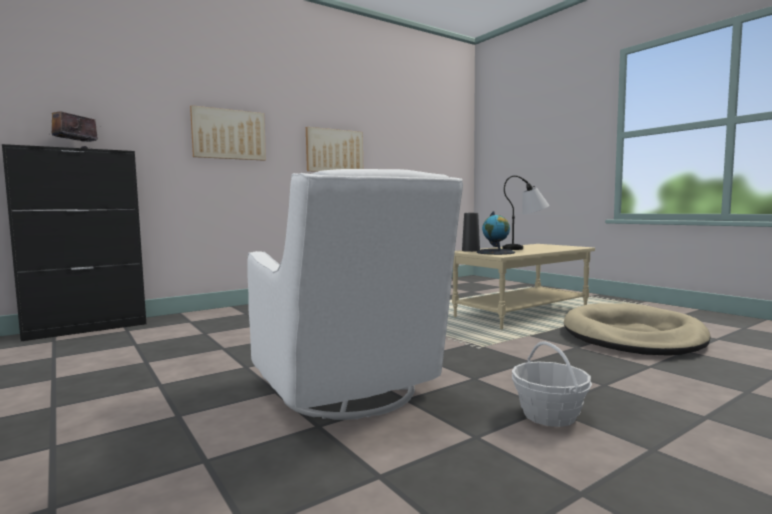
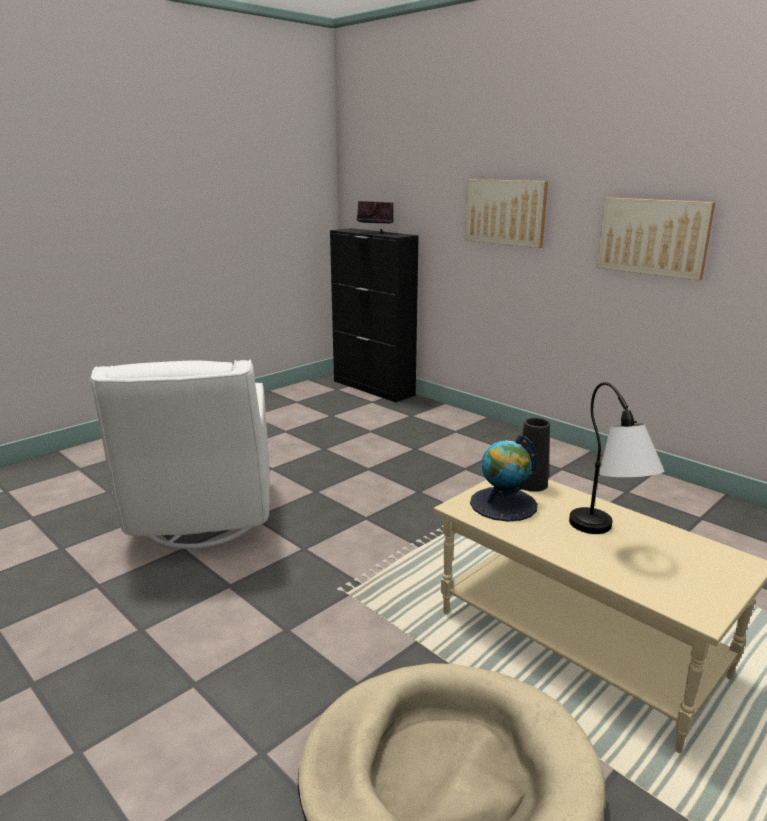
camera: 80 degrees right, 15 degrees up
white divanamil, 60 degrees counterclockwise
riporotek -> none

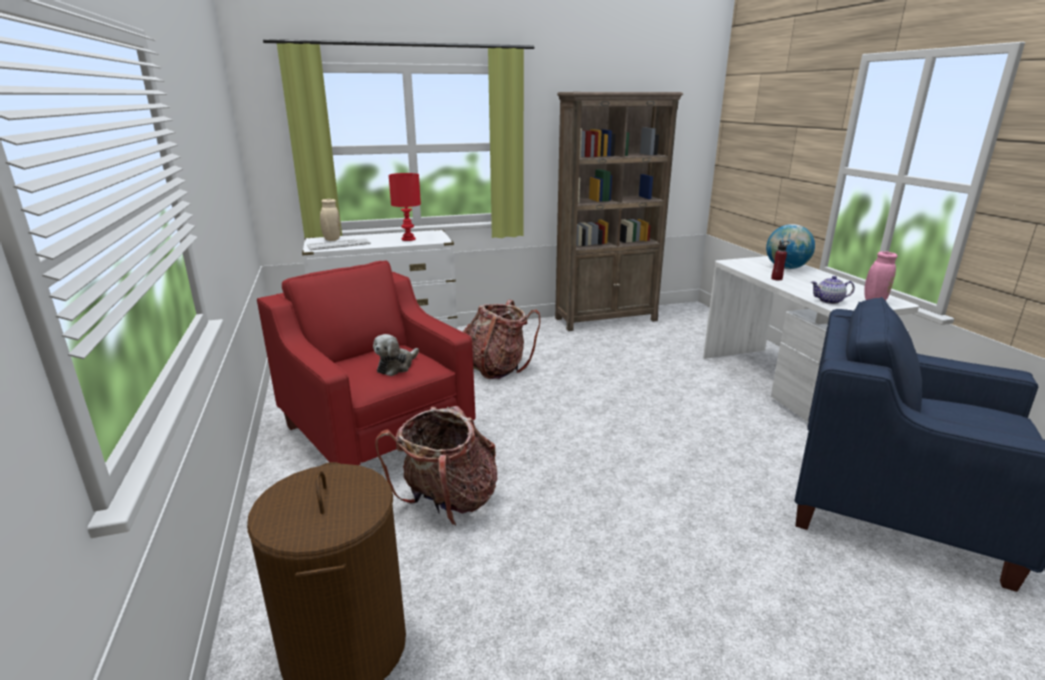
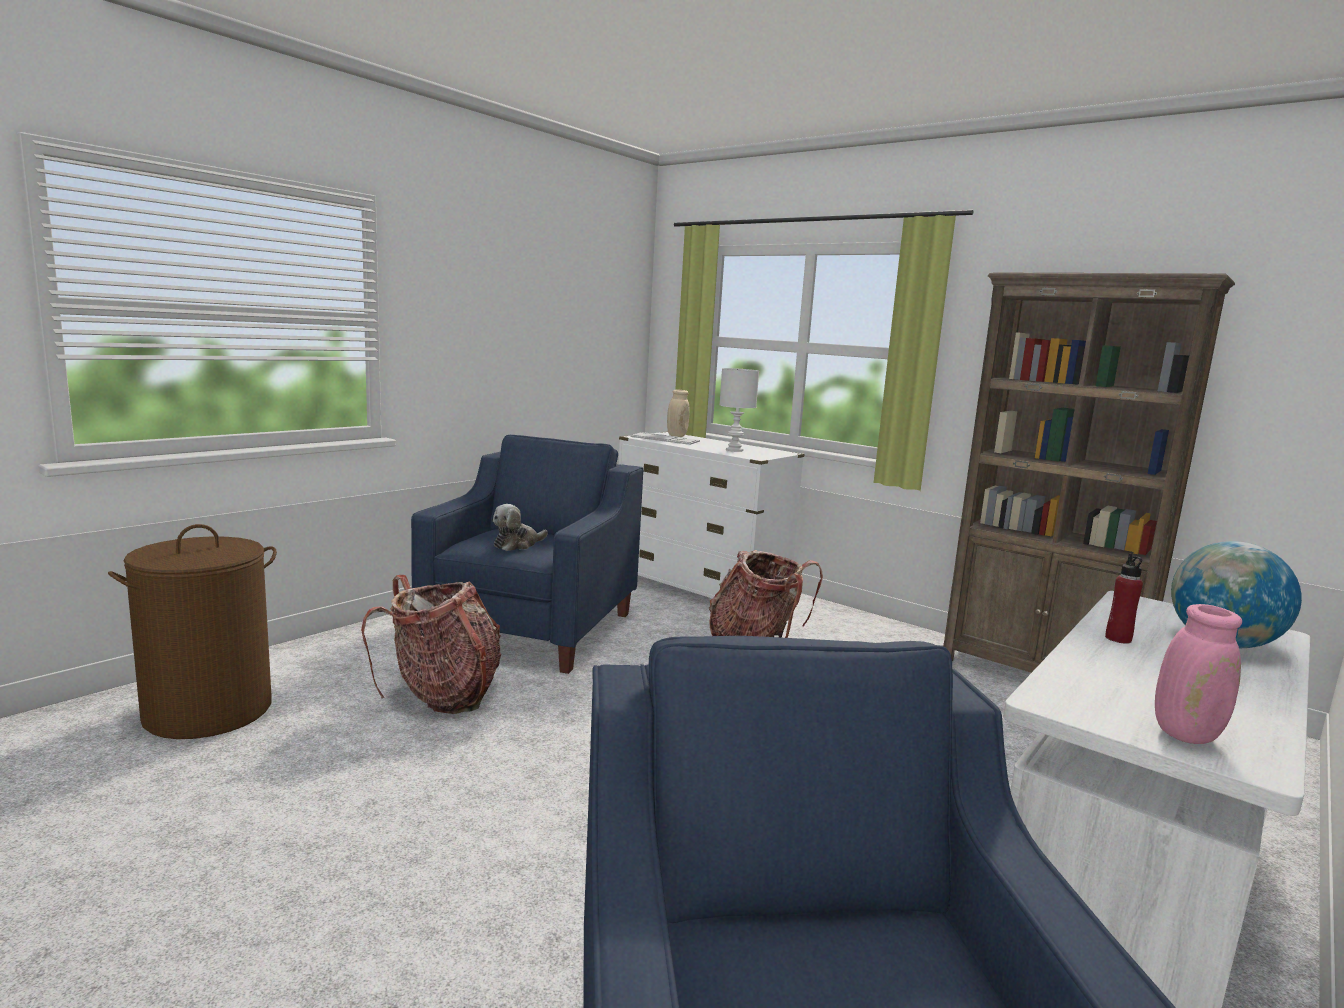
camera: 55 degrees right, 10 degrees down
red divanamil -> blue divanamil (1st from left)
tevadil, 45 degrees counterclockwise
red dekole -> white dekole
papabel -> none

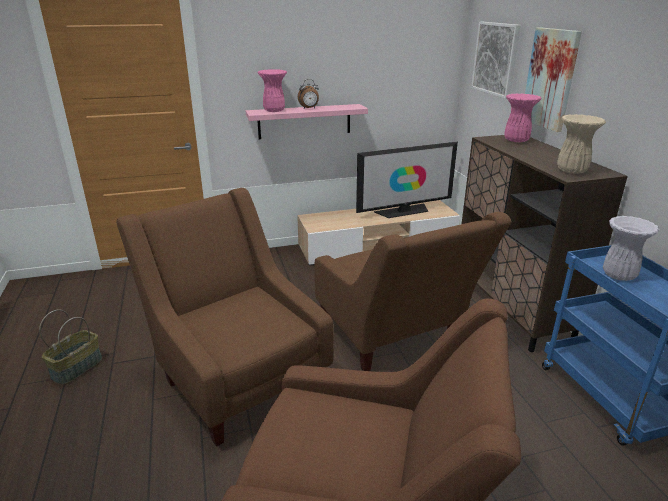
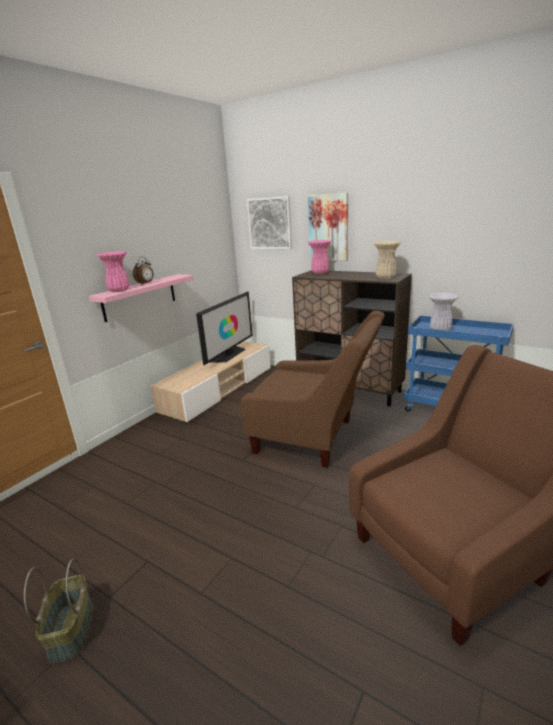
camera: 40 degrees left, 5 degrees down
brown divanamil (1st from left) -> none

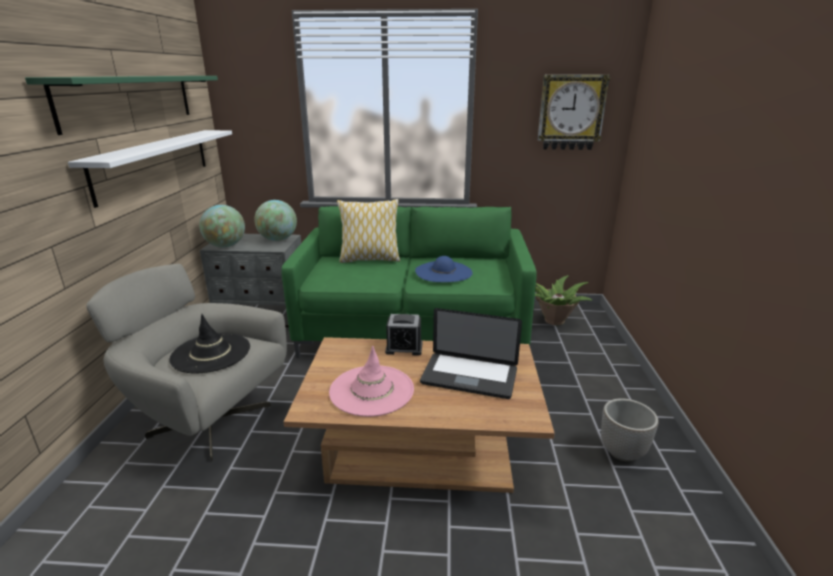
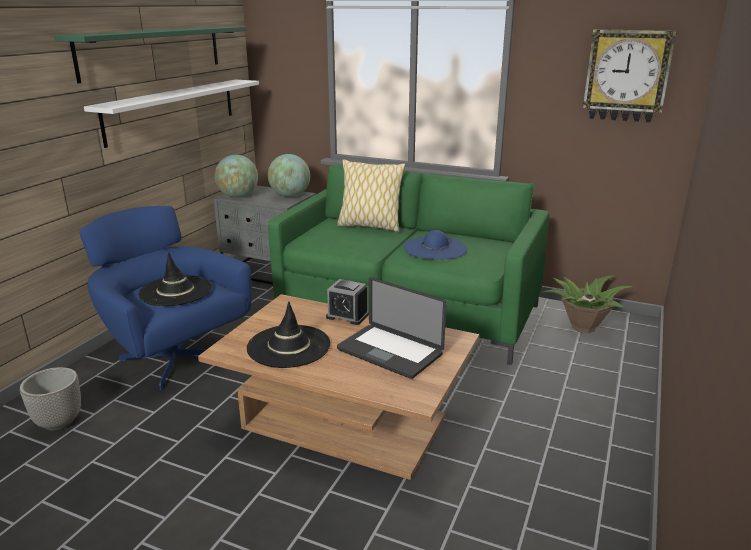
camera: 20 degrees right, 0 degrees up
grey divanamil -> blue divanamil
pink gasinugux -> black gasinugux (2nd from left)
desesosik, moved

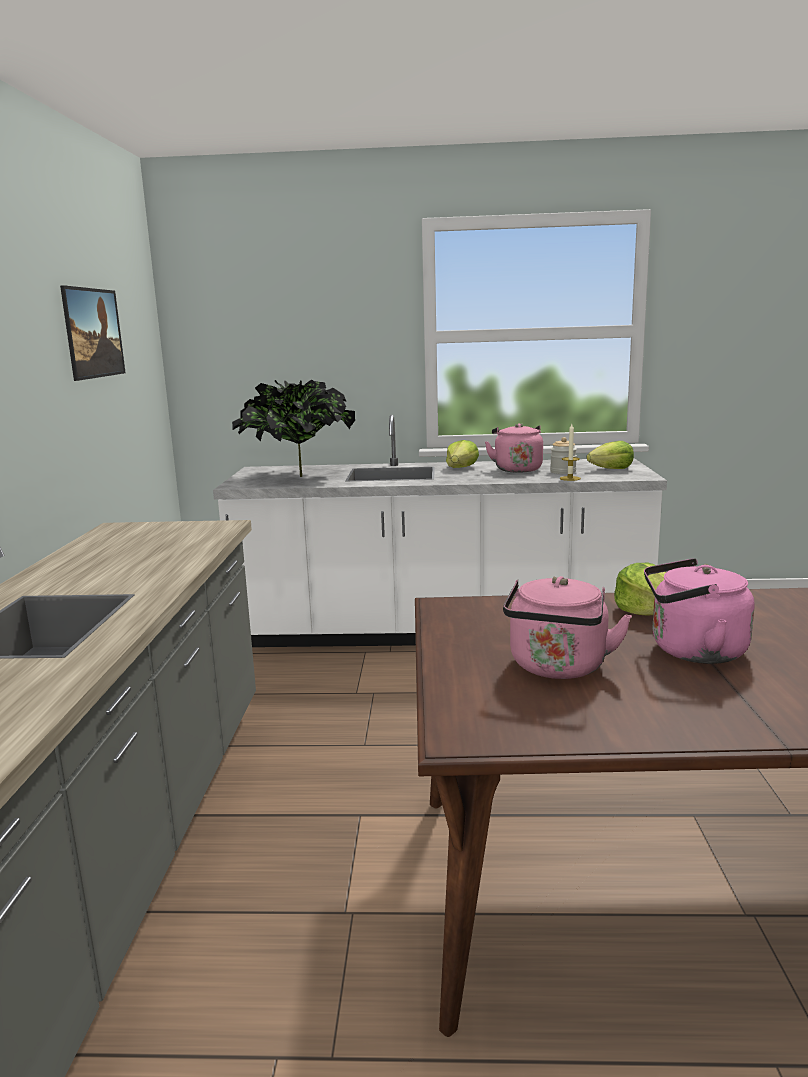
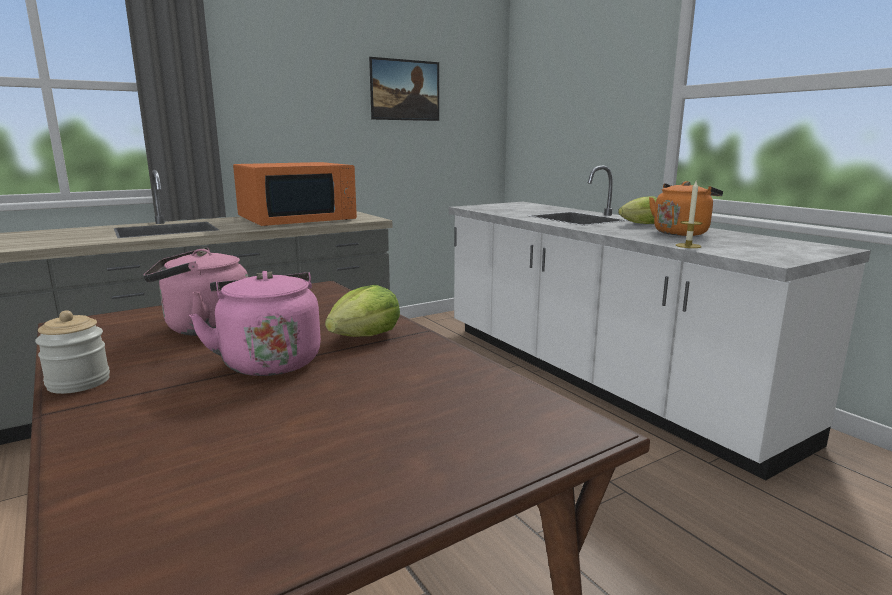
camera: 55 degrees right, 0 degrees up
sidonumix -> none
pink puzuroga (1st from left) -> orange puzuroga
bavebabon, moved
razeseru (2nd from left) -> none
none -> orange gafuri

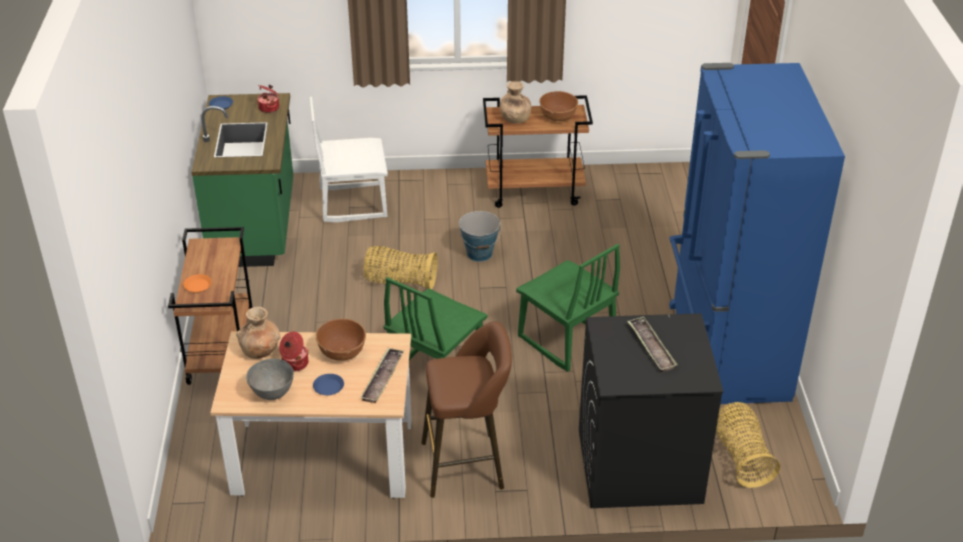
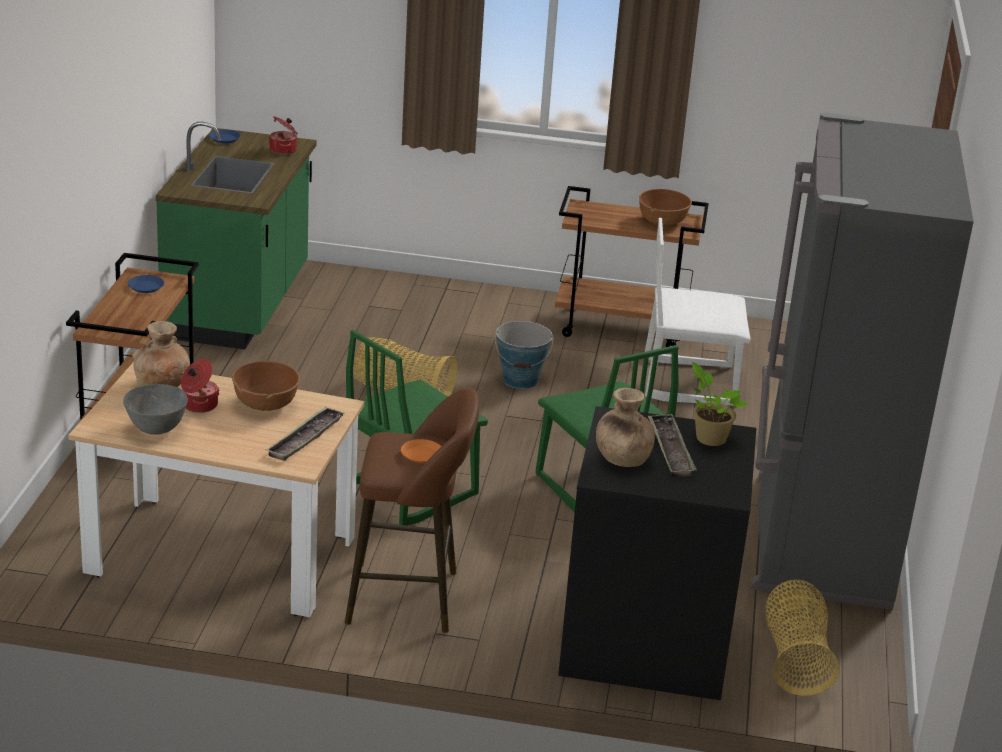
camera: 10 degrees right, 10 degrees down
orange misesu, moved
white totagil, moved
blue misesu (2nd from left in the first image) -> blue misesu (1st from left), moved
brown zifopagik (2nd from left), moved
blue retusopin -> grey retusopin
none -> sidonumix

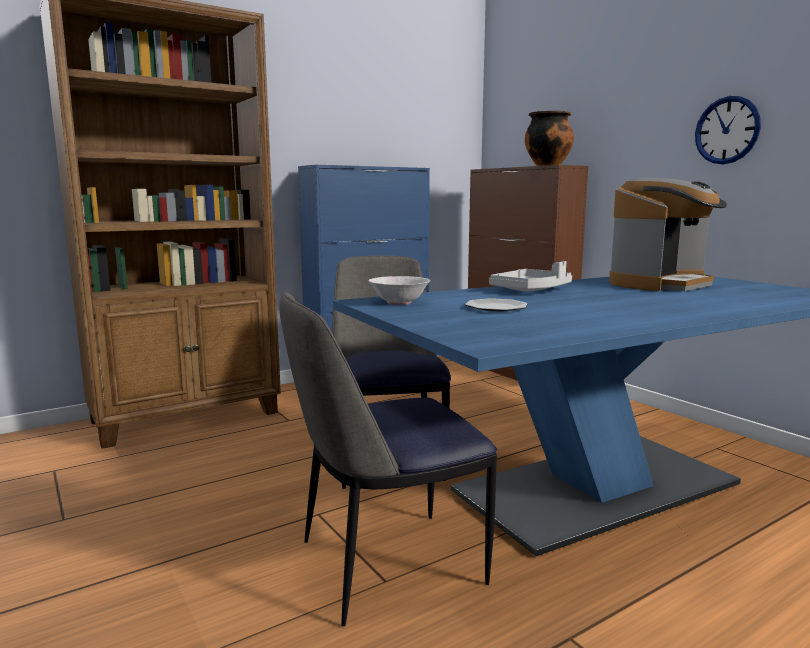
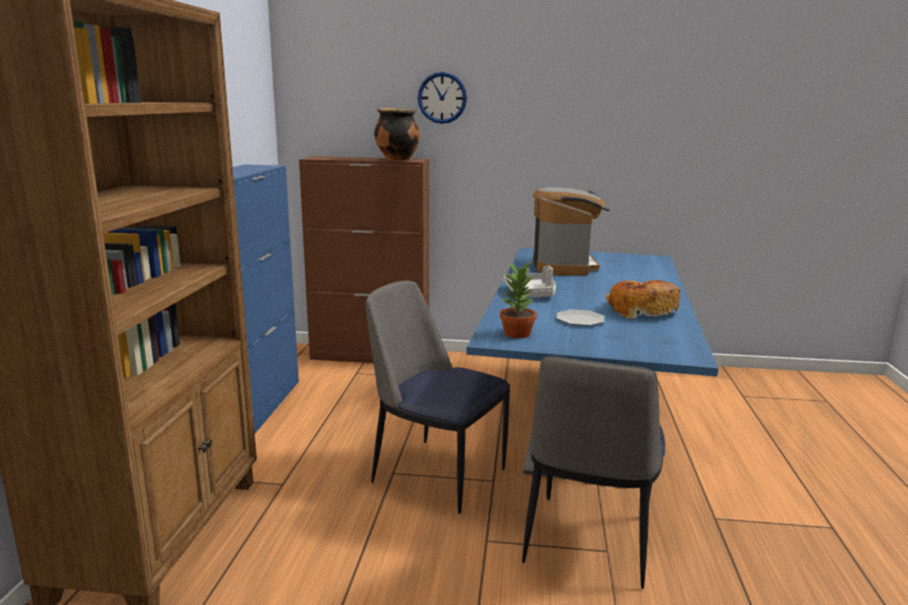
camera: 50 degrees left, 5 degrees up
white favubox -> sidonumix
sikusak, moved
none -> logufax

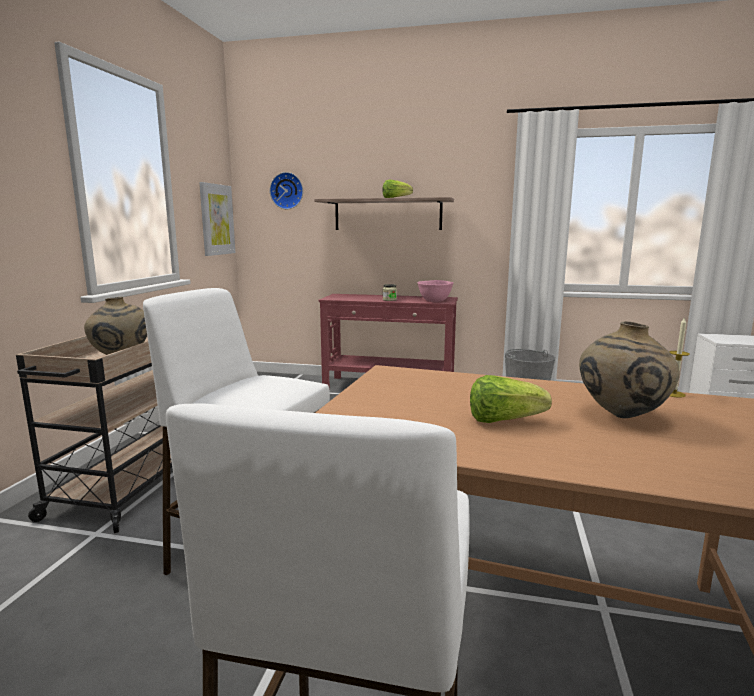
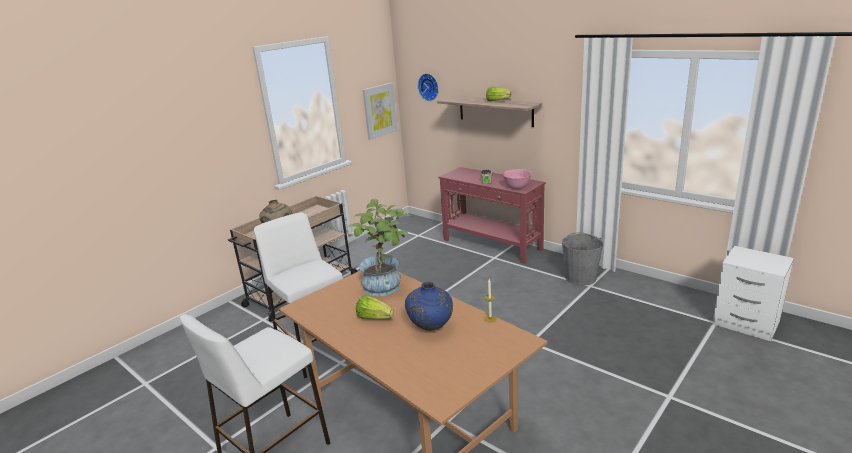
camera: 30 degrees right, 10 degrees up
beige zifopagik (2nd from left) -> blue zifopagik
none -> sidonumix

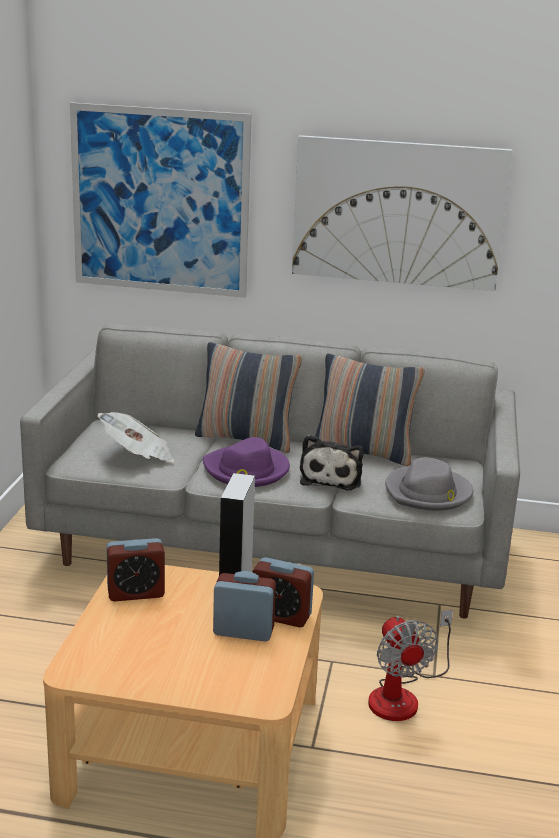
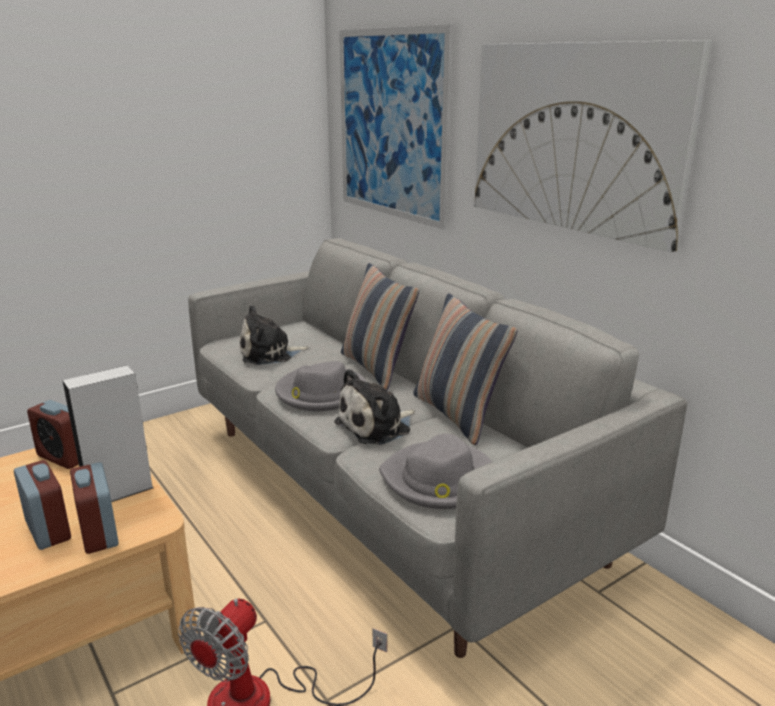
camera: 45 degrees right, 0 degrees up
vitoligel -> tevadil (1st from left)
purple gasinugux -> grey gasinugux (1st from left)

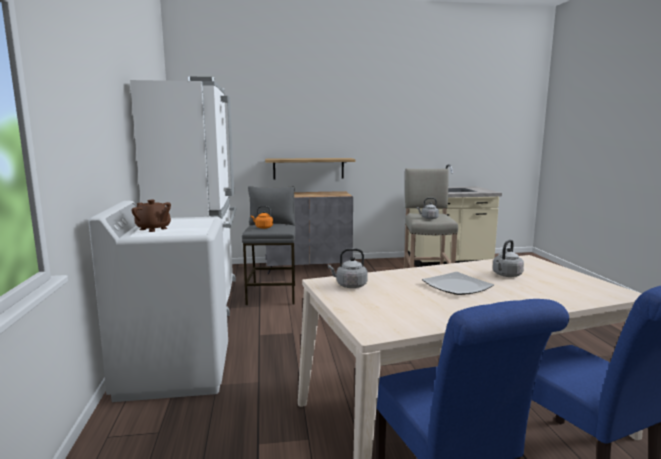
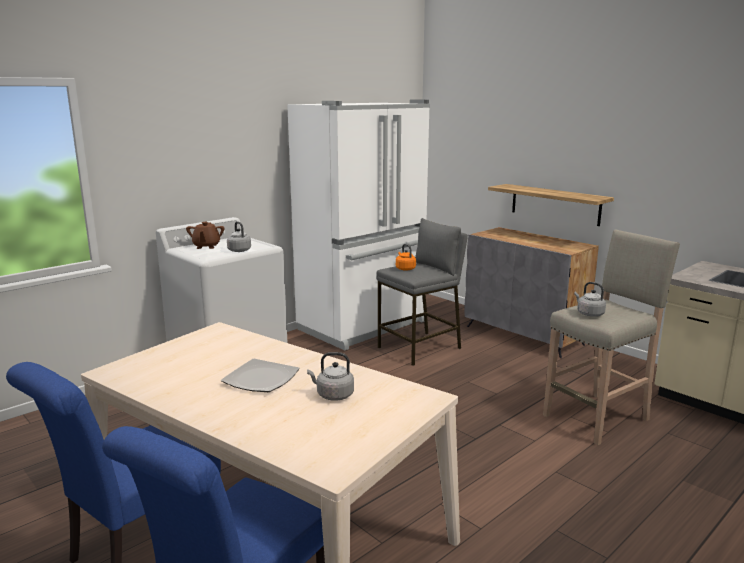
camera: 55 degrees right, 5 degrees up
grey puzuroga (1st from left), moved

